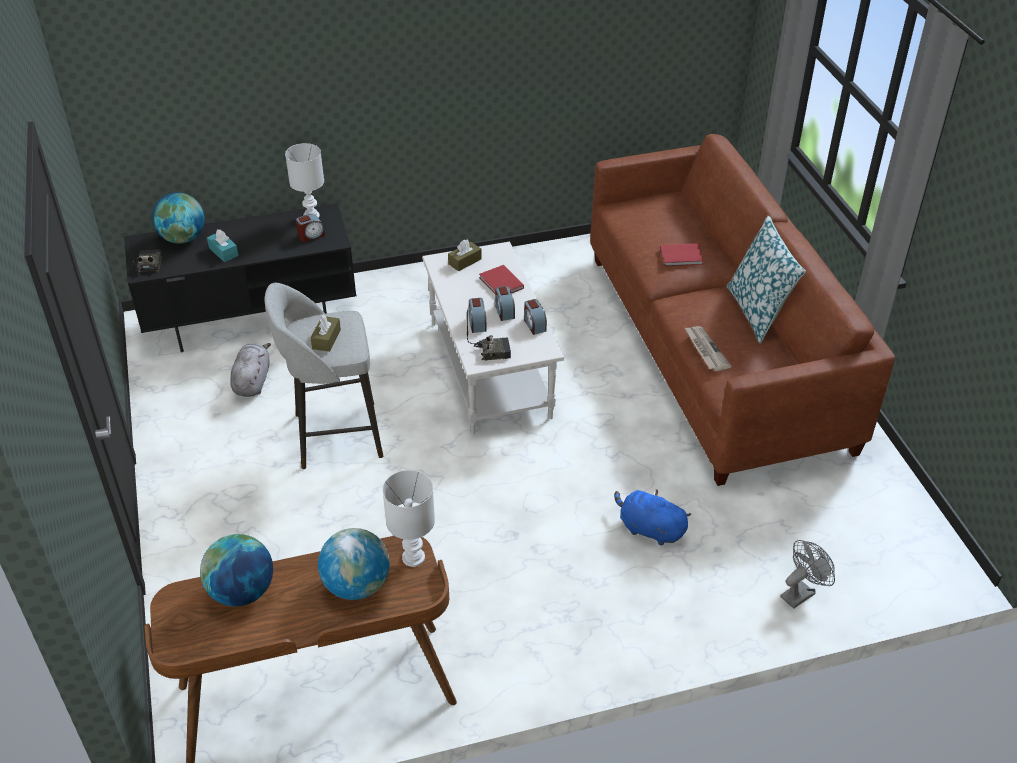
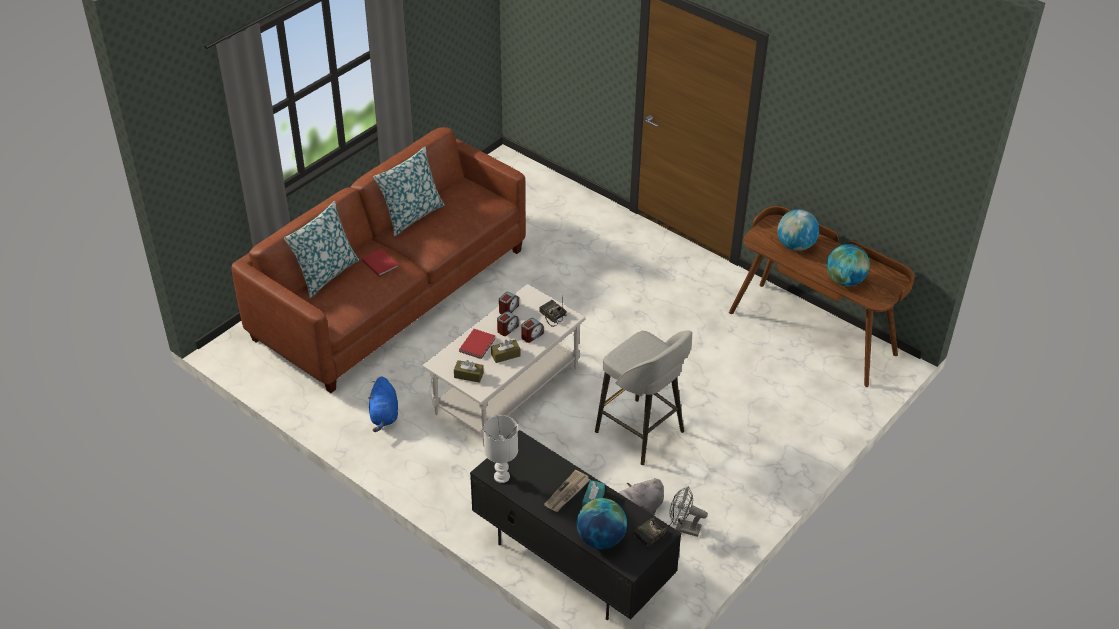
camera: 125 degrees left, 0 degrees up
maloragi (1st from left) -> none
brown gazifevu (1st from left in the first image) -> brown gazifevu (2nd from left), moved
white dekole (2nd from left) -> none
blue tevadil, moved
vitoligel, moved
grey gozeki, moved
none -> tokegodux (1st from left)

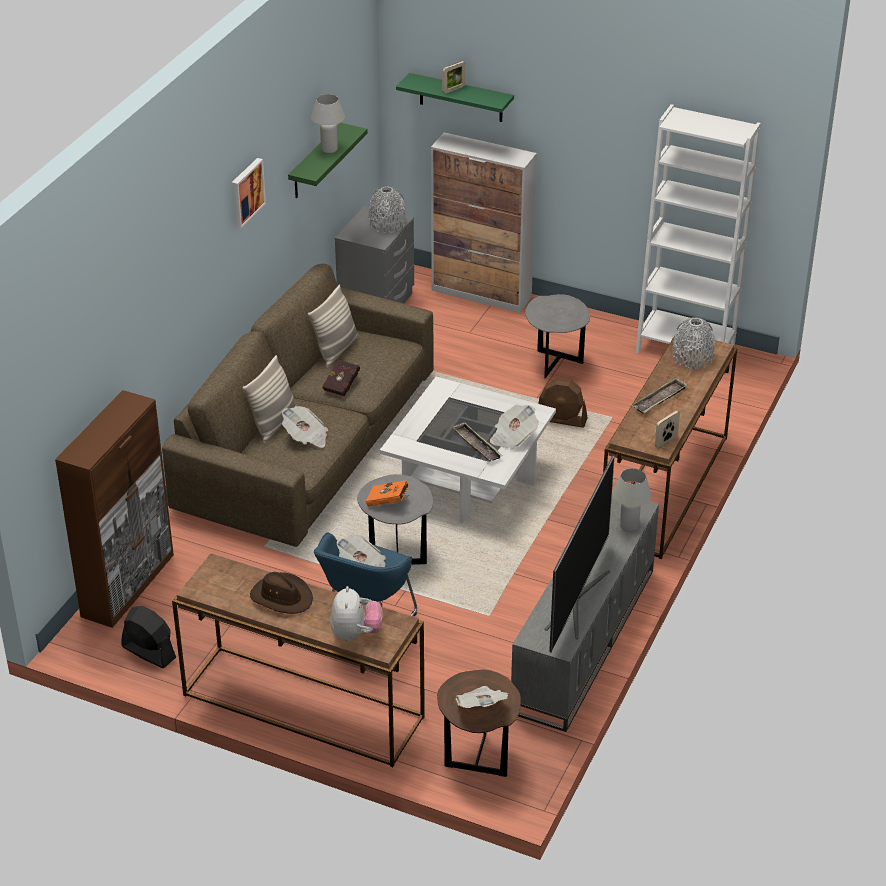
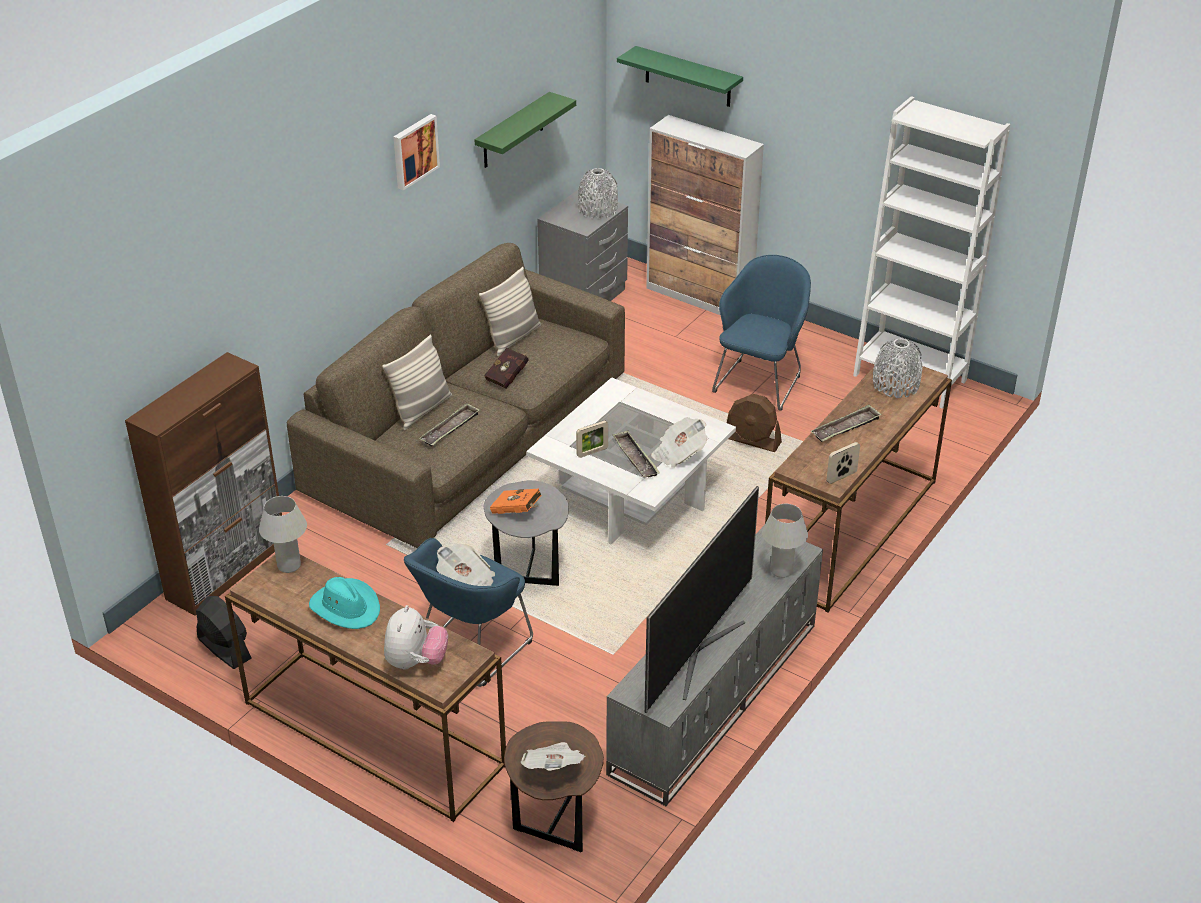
camera: 10 degrees right, 0 degrees up
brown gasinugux -> turquoise gasinugux
vitoligel (1st from left) -> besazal (1st from left)
white dekole (1st from left), moved
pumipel (1st from left), moved
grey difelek (2nd from left) -> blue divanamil (2nd from left)

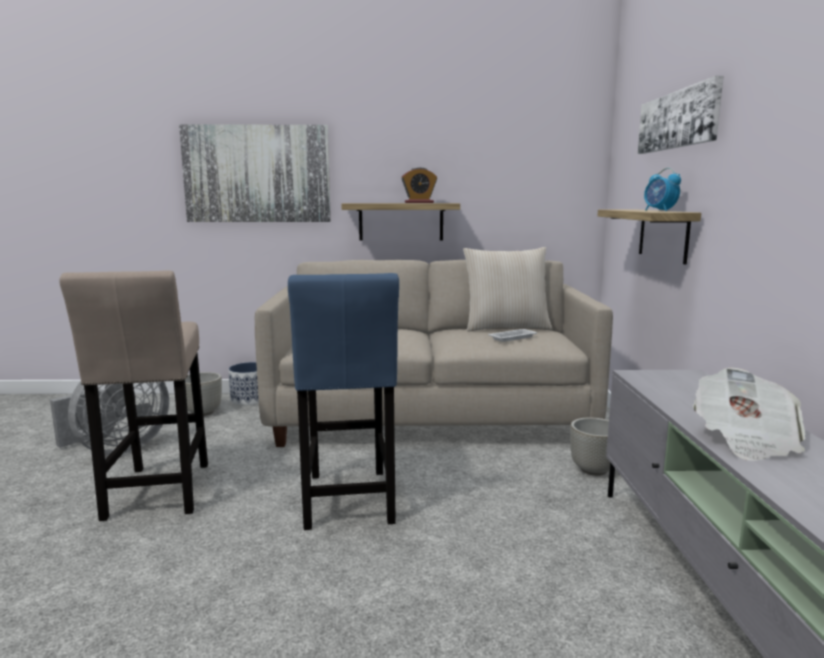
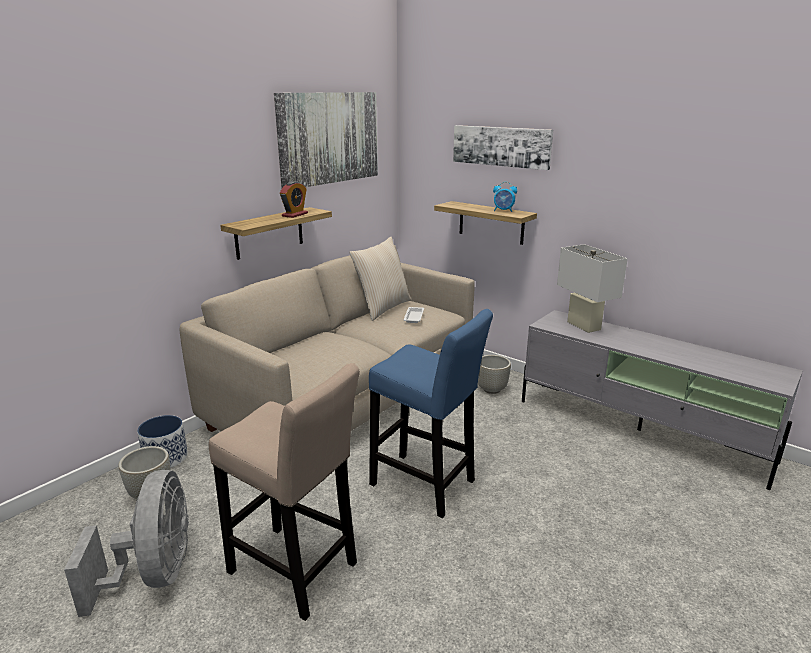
camera: 50 degrees left, 10 degrees up
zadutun (1st from left), moved
vitoligel -> none
none -> white dekole

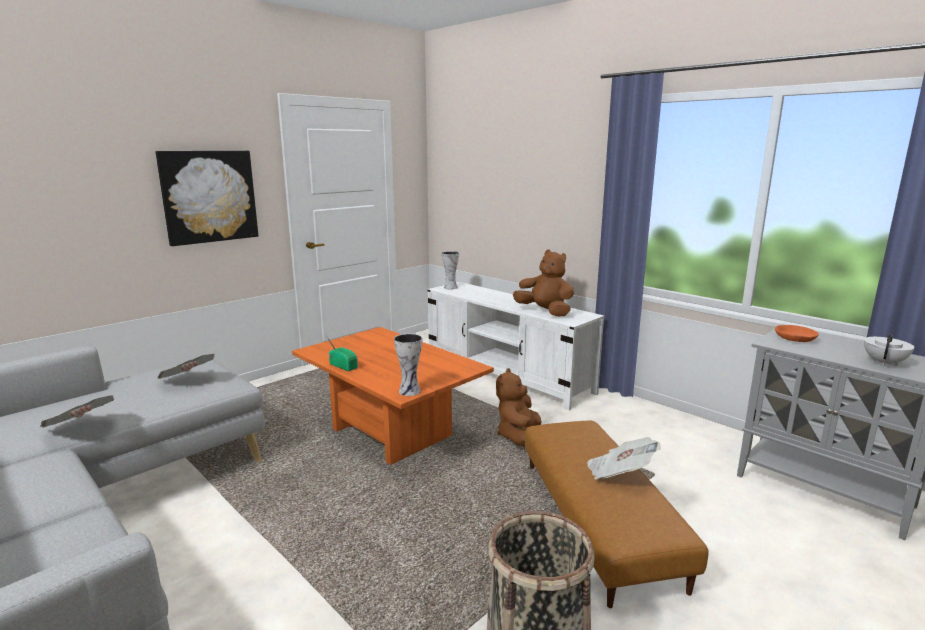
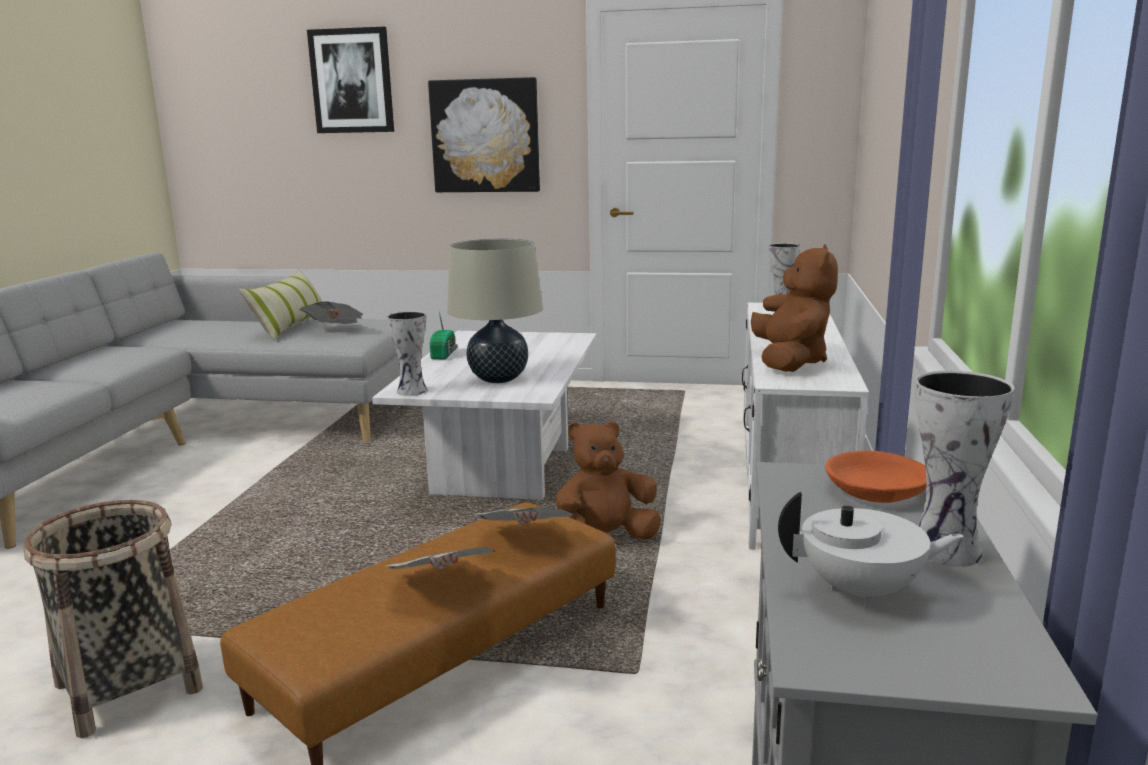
camera: 55 degrees right, 0 degrees up
vitoligel (1st from left in the first image) -> vitoligel (3rd from left), moved
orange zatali -> white zatali
none -> tokegodux
none -> zadutun (1st from left)
none -> beige dekole
none -> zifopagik (3rd from left)

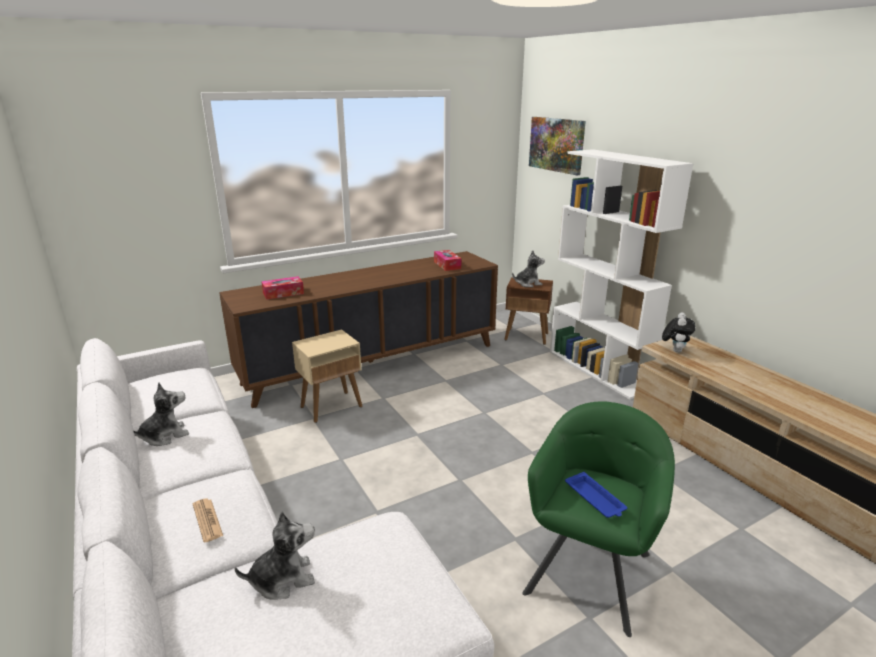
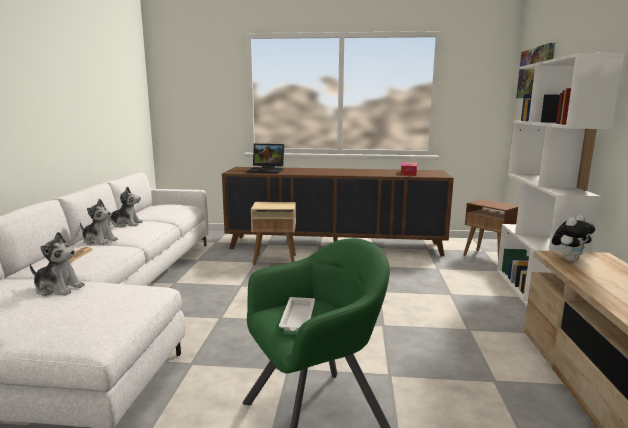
camera: 35 degrees right, 10 degrees down
gazifevu (1st from left) -> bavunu
tevadil (3rd from left in the first image) -> tevadil (2nd from left), moved
blue besazal -> white besazal

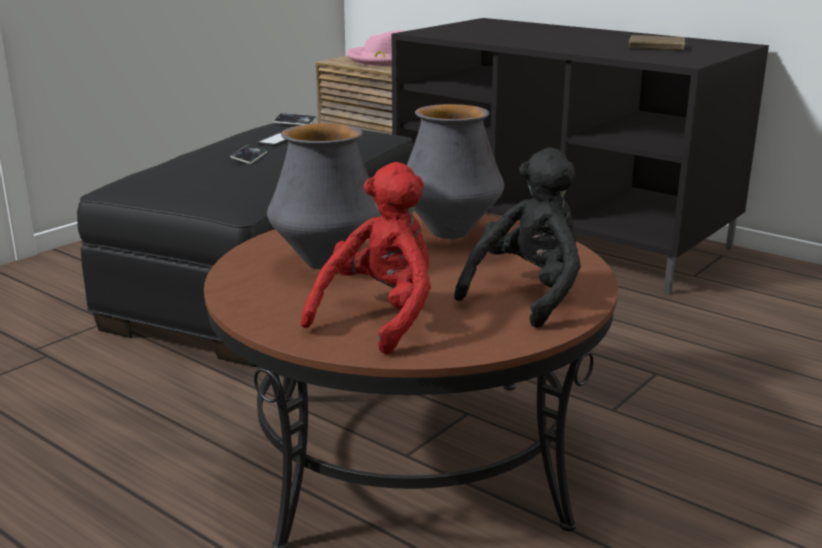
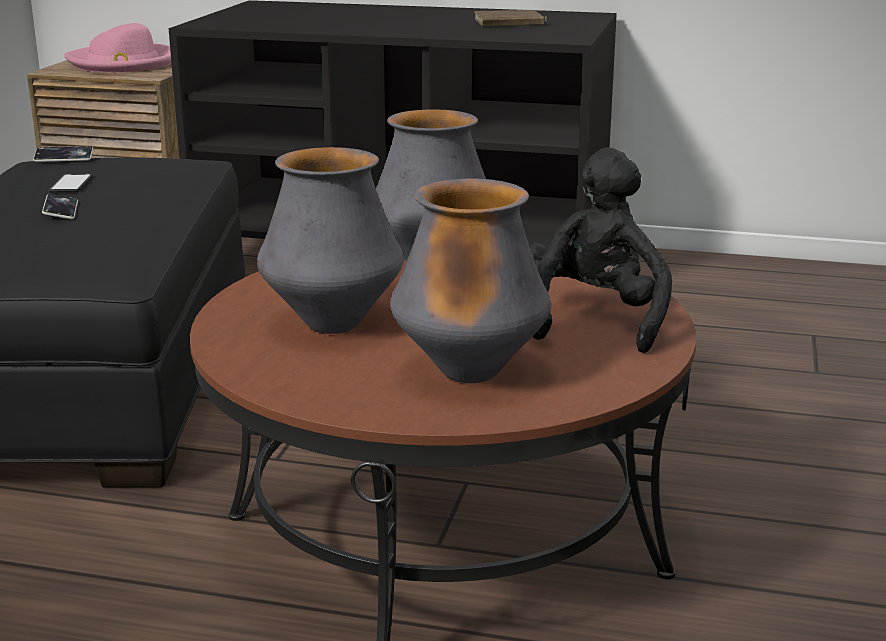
camera: 25 degrees left, 0 degrees up
red tevadil -> zifopagik (3rd from left)

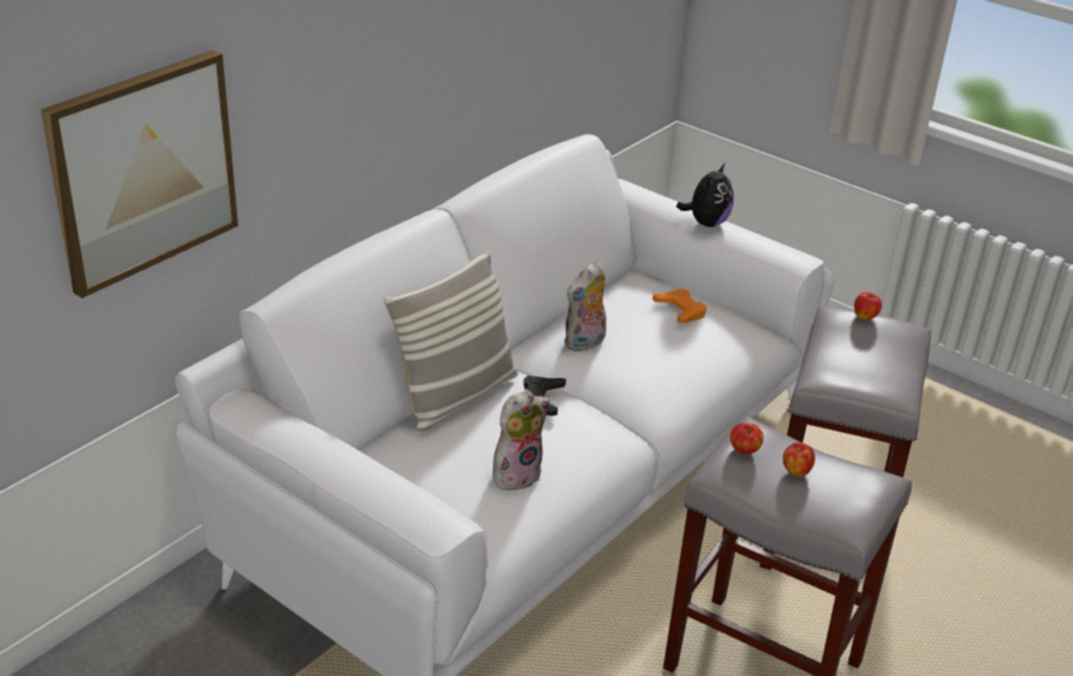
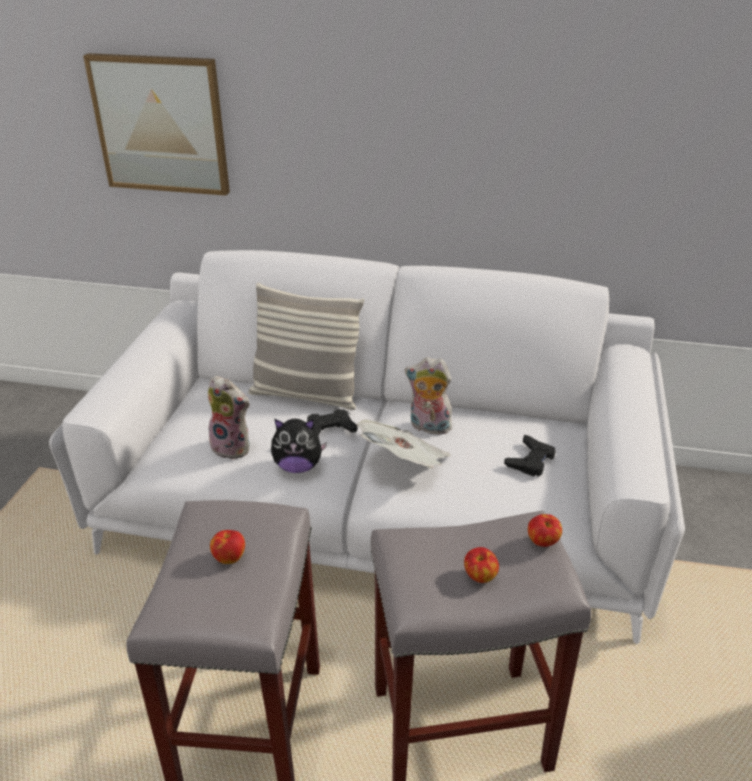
camera: 65 degrees right, 0 degrees up
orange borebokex -> black borebokex (2nd from left)
tevadil (3rd from left in the first image) -> tevadil (2nd from left), moved
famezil (1st from left in the first image) -> famezil (2nd from left), moved
none -> vitoligel

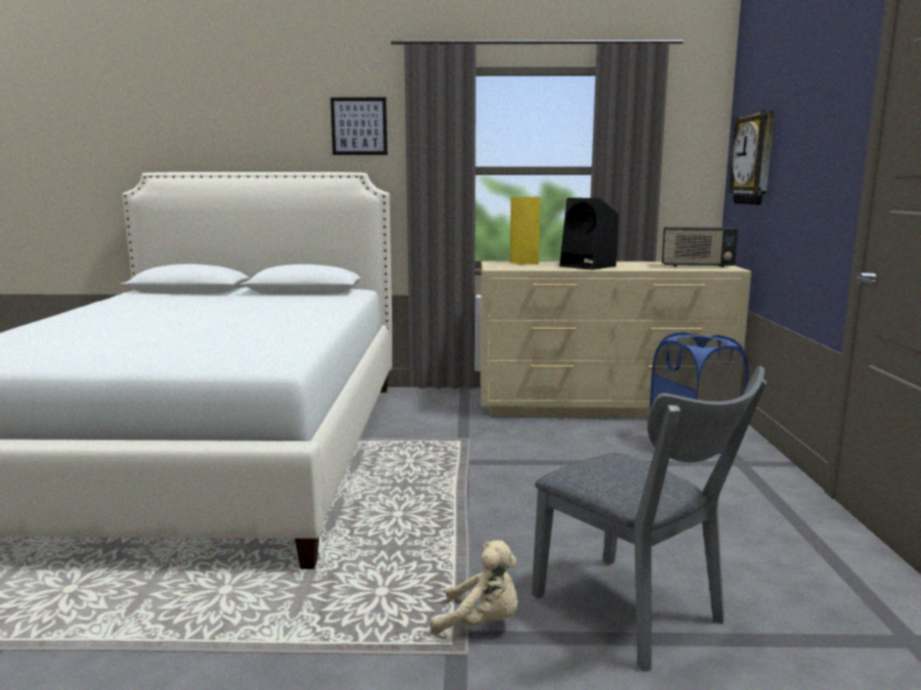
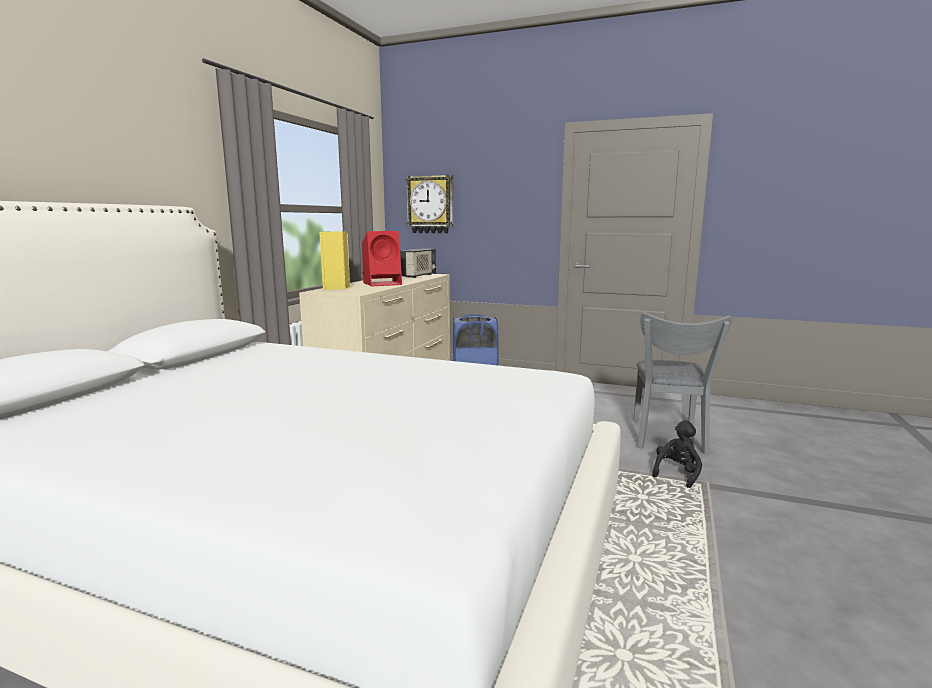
camera: 70 degrees left, 0 degrees up
zadutun -> none
beige tevadil -> black tevadil
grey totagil, 120 degrees clockwise
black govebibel -> red govebibel

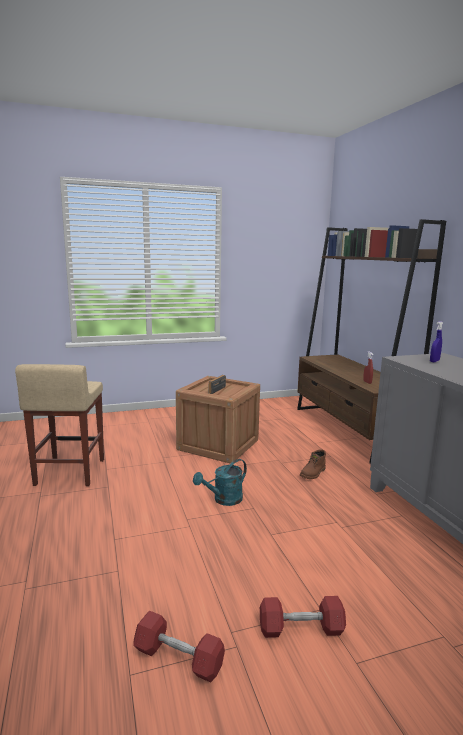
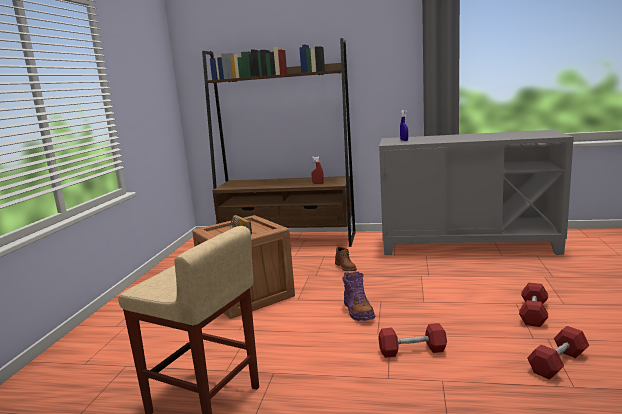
camera: 60 degrees left, 0 degrees up
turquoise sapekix -> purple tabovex
none -> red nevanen (1st from left)

